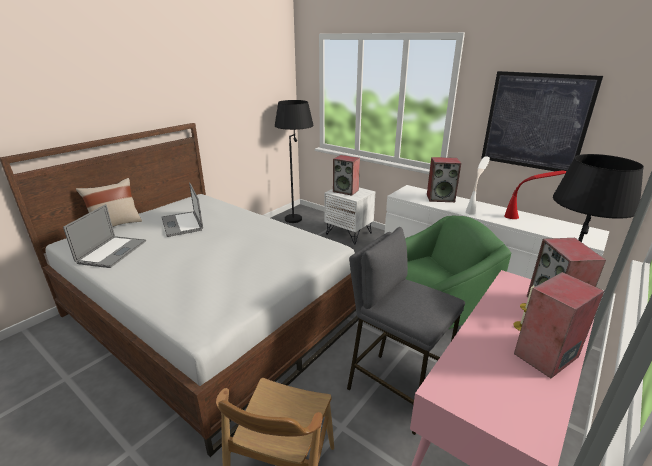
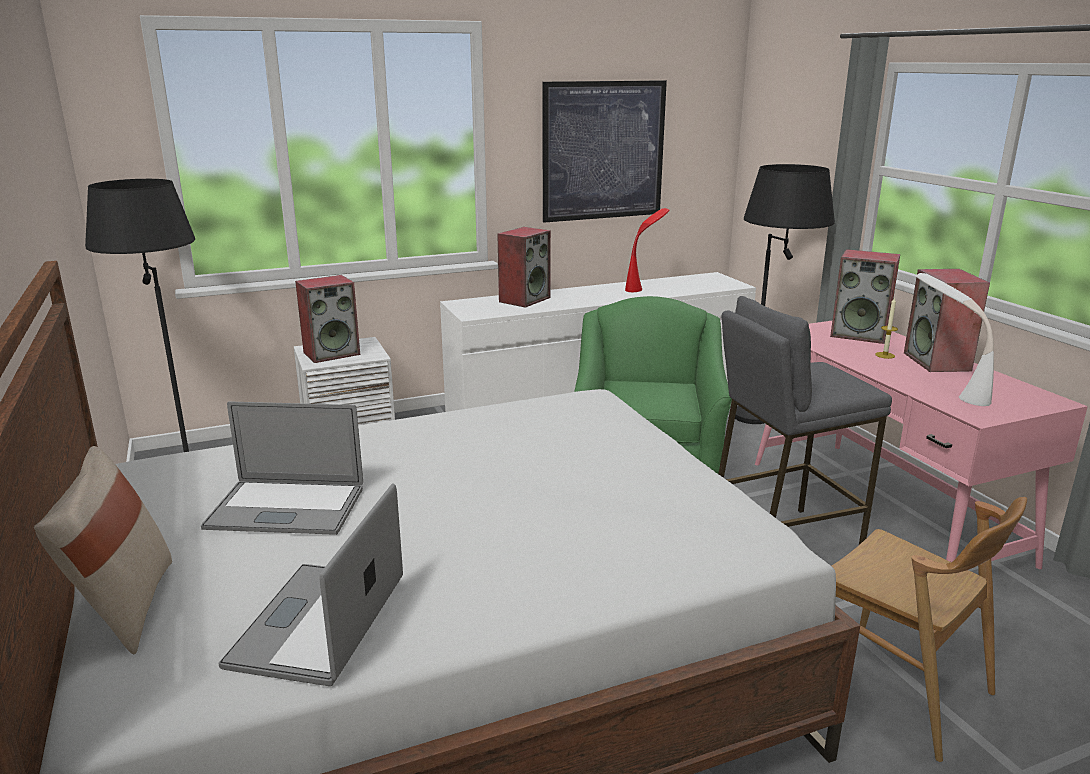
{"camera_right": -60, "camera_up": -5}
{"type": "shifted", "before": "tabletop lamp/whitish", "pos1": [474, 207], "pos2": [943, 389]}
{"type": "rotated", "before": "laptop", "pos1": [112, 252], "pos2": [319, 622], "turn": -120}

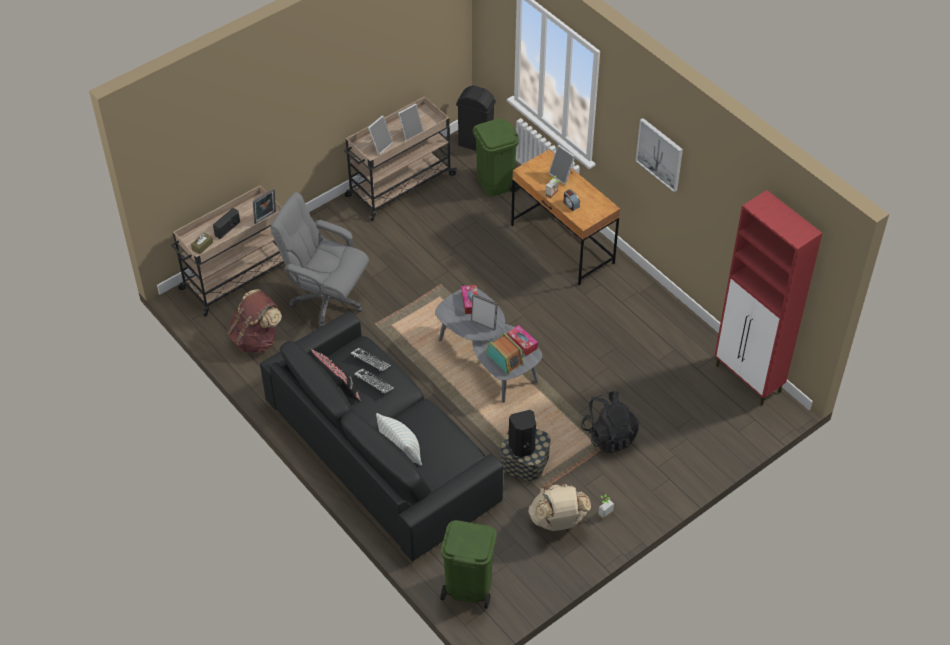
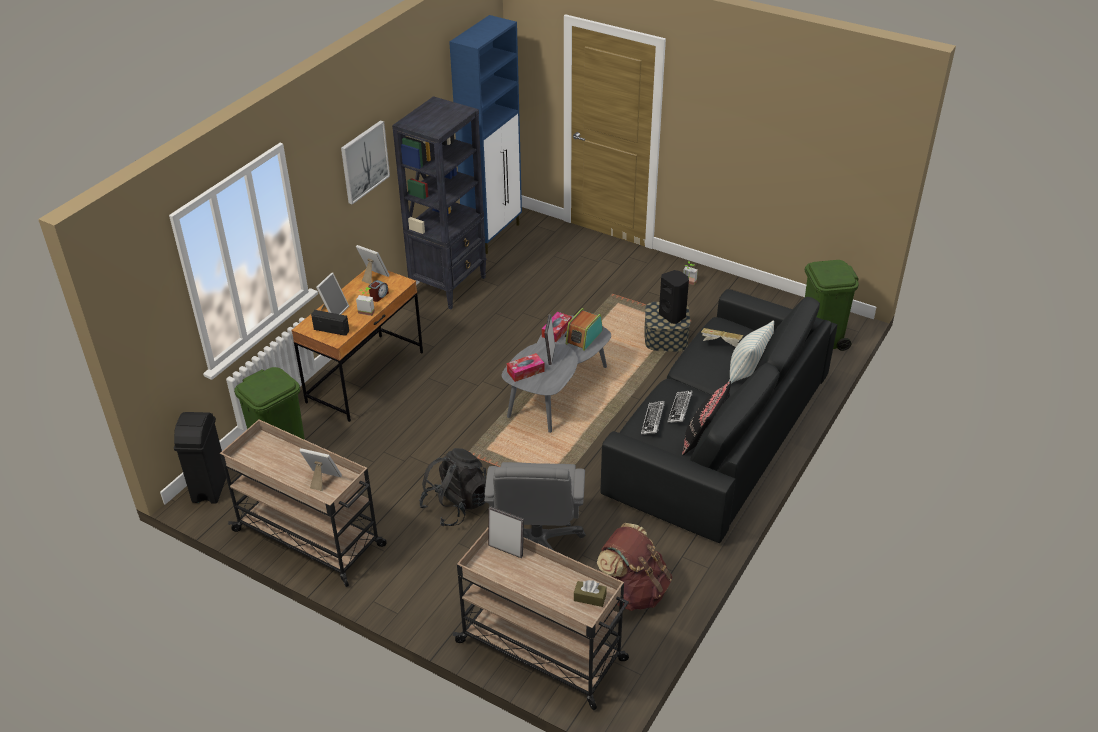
{"camera_right": -110, "camera_up": -10}
{"type": "gone", "before": "backpack/sand-coloured", "pos1": [558, 521]}
{"type": "new", "after": "bookshelf/black-coloured", "pos2": [449, 285]}
{"type": "new", "after": "book", "pos2": [720, 344]}
{"type": "shifted", "before": "radio receiver", "pos1": [227, 229], "pos2": [331, 330]}
{"type": "shifted", "before": "picture frame", "pos1": [410, 133], "pos2": [373, 277]}
{"type": "shifted", "before": "backpack/black-coloured", "pos1": [609, 435], "pos2": [456, 505]}
{"type": "repainted", "before": "cabinet/red-coloured", "after": "cabinet/bluish", "pos1": [748, 379], "pos2": [493, 235]}

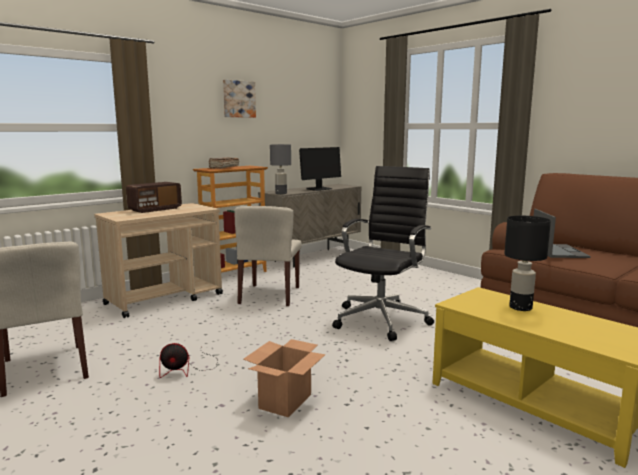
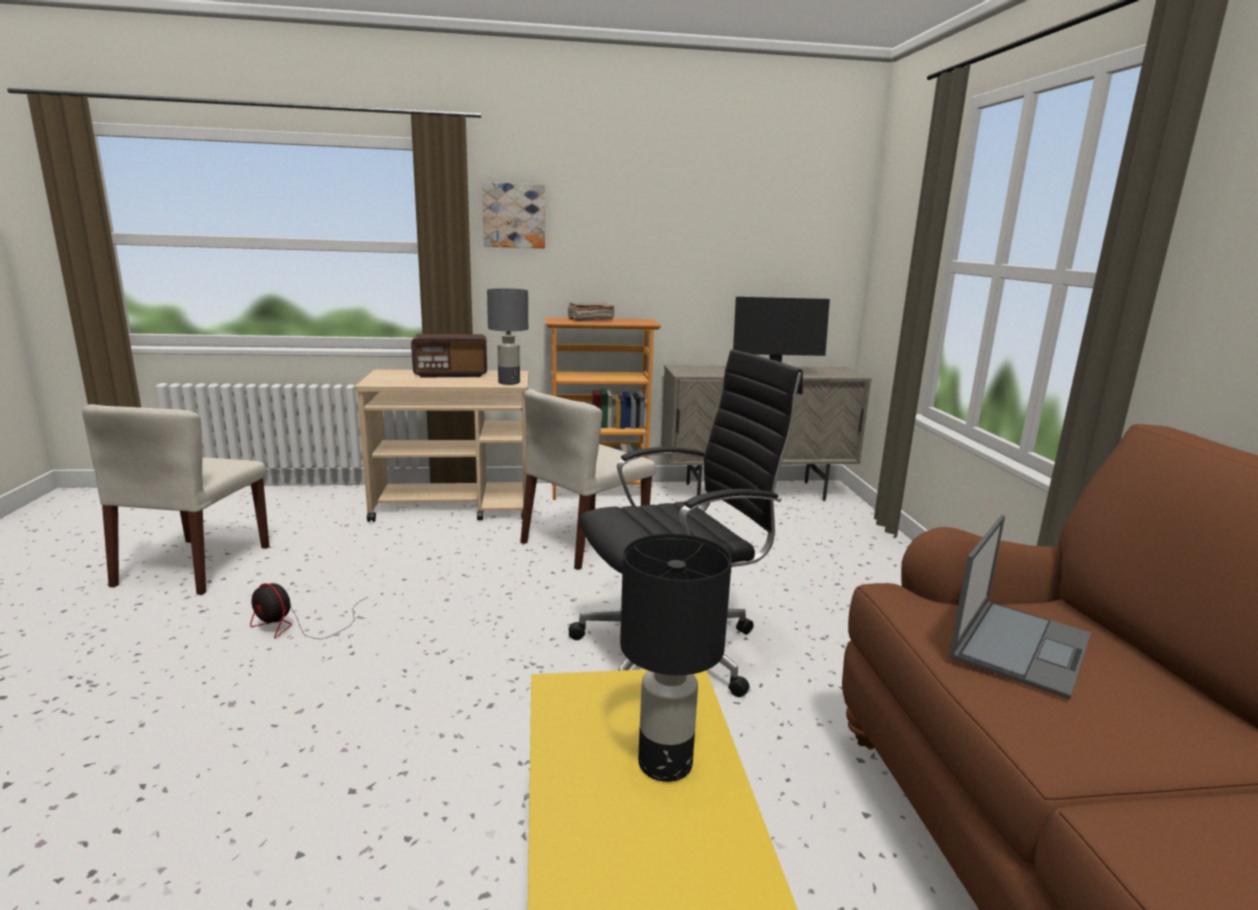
{"camera_right": 35, "camera_up": 5}
{"type": "gone", "before": "cardboard box", "pos1": [285, 401]}
{"type": "shifted", "before": "wall art", "pos1": [238, 99], "pos2": [514, 215]}
{"type": "shifted", "before": "tabletop lamp/grey", "pos1": [281, 193], "pos2": [508, 383]}

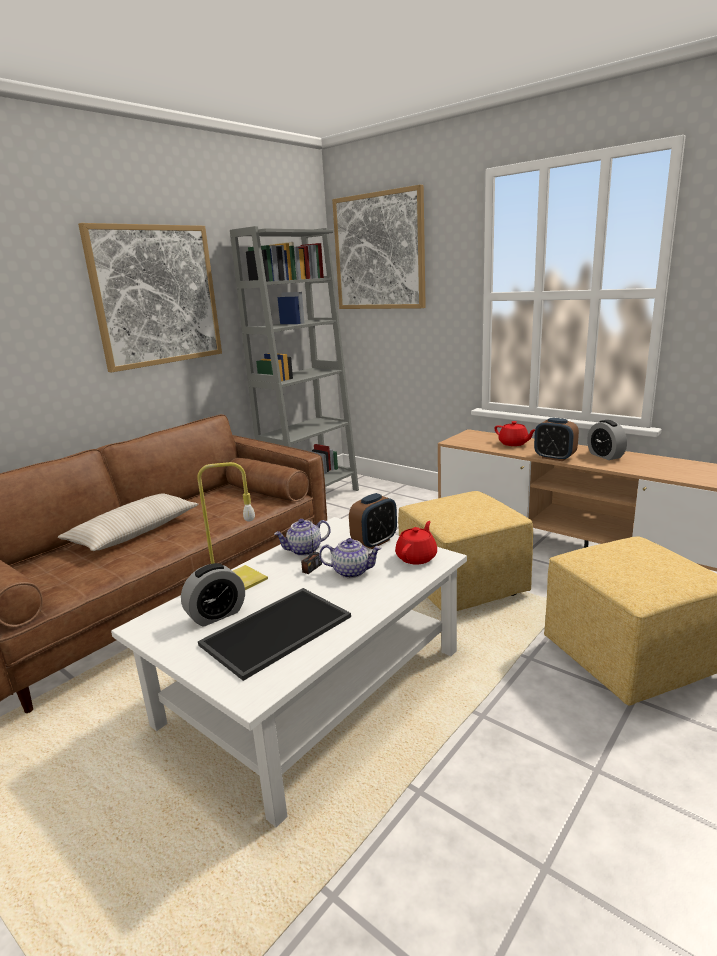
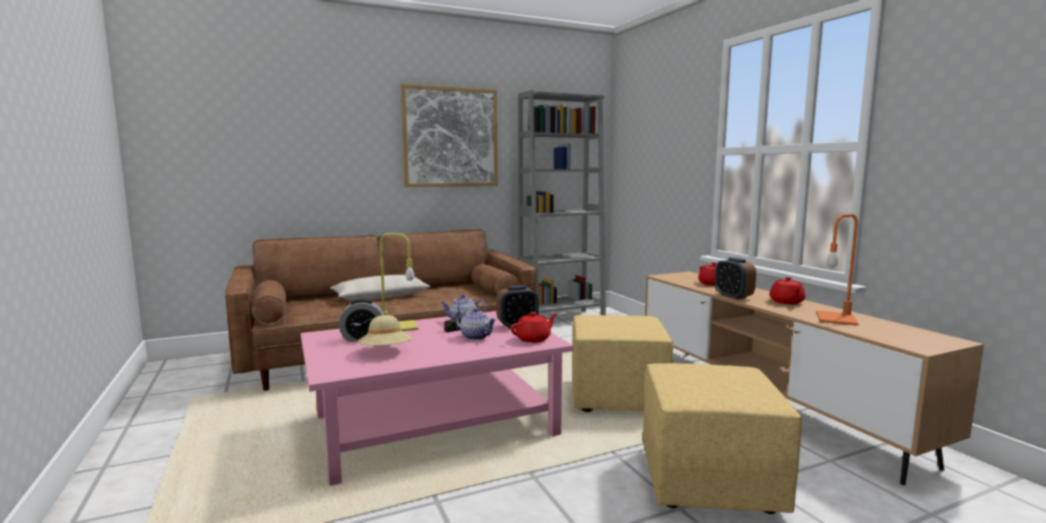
{"camera_right": 25, "camera_up": -10}
{"type": "gone", "before": "wall art", "pos1": [379, 252]}
{"type": "new", "after": "tabletop lamp/orangey", "pos2": [835, 318]}
{"type": "swapped", "before": "tray", "after": "clothing hat/sand-coloured", "pos1": [276, 629], "pos2": [386, 352]}
{"type": "swapped", "before": "bedside clock", "after": "tea pot/red-coloured", "pos1": [605, 456], "pos2": [786, 302]}
{"type": "repainted", "before": "coffee table/whitish", "after": "coffee table/pink-coloured", "pos1": [313, 686], "pos2": [434, 425]}

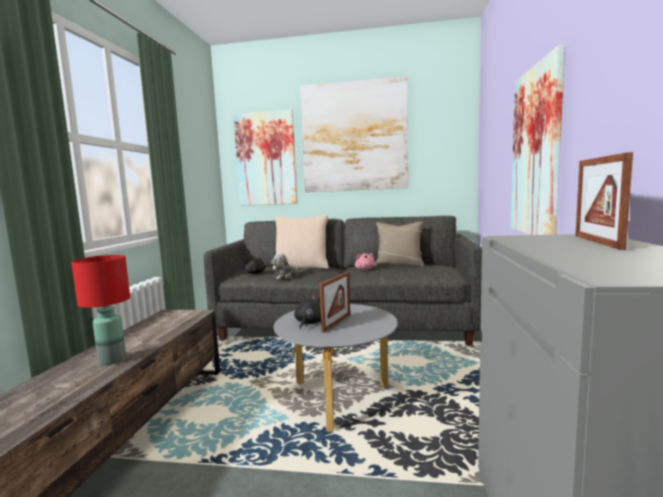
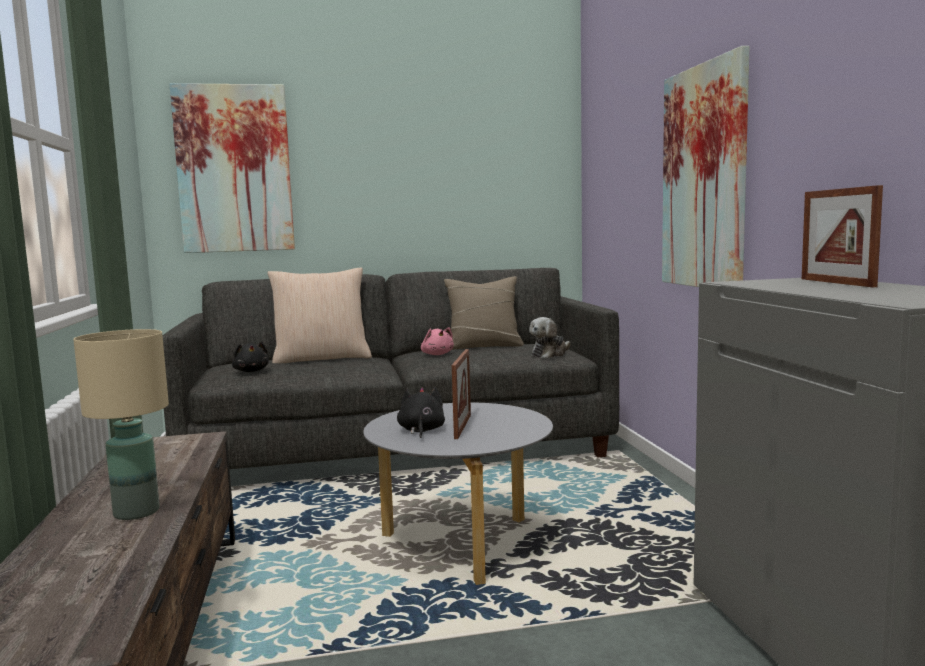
{"camera_right": -20, "camera_up": 0}
{"type": "gone", "before": "wall art", "pos1": [354, 137]}
{"type": "shifted", "before": "cuddly toy", "pos1": [287, 276], "pos2": [550, 354]}
{"type": "repainted", "before": "tabletop lamp/red-coloured", "after": "tabletop lamp/sand-coloured", "pos1": [113, 360], "pos2": [137, 512]}

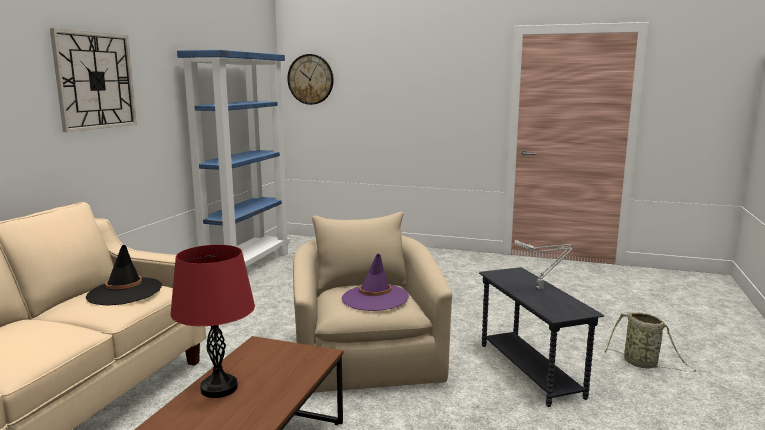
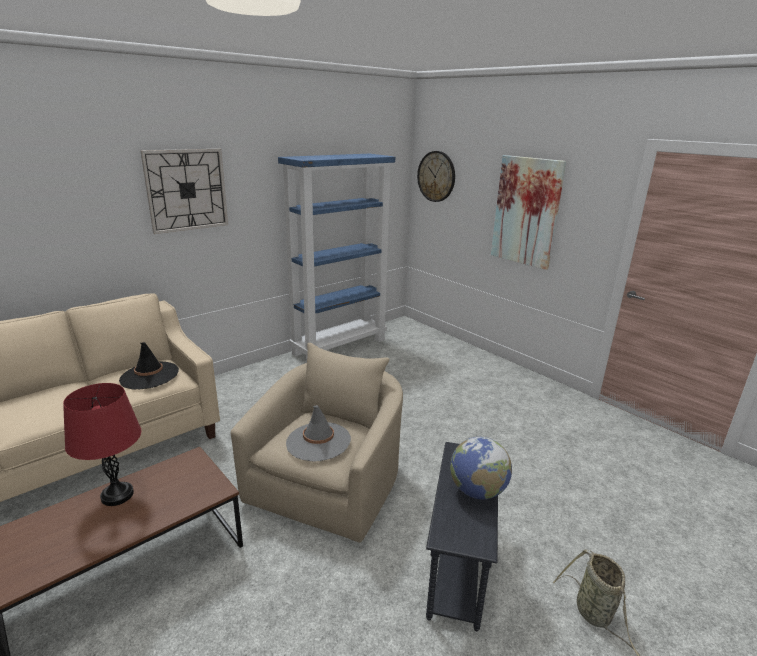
{"camera_right": 30, "camera_up": 10}
{"type": "new", "after": "wall art", "pos2": [526, 211]}
{"type": "swapped", "before": "tabletop lamp/grey", "after": "desk globe", "pos1": [541, 288], "pos2": [477, 491]}
{"type": "repainted", "before": "clothing hat/purple-coloured", "after": "clothing hat/grey", "pos1": [375, 298], "pos2": [318, 441]}

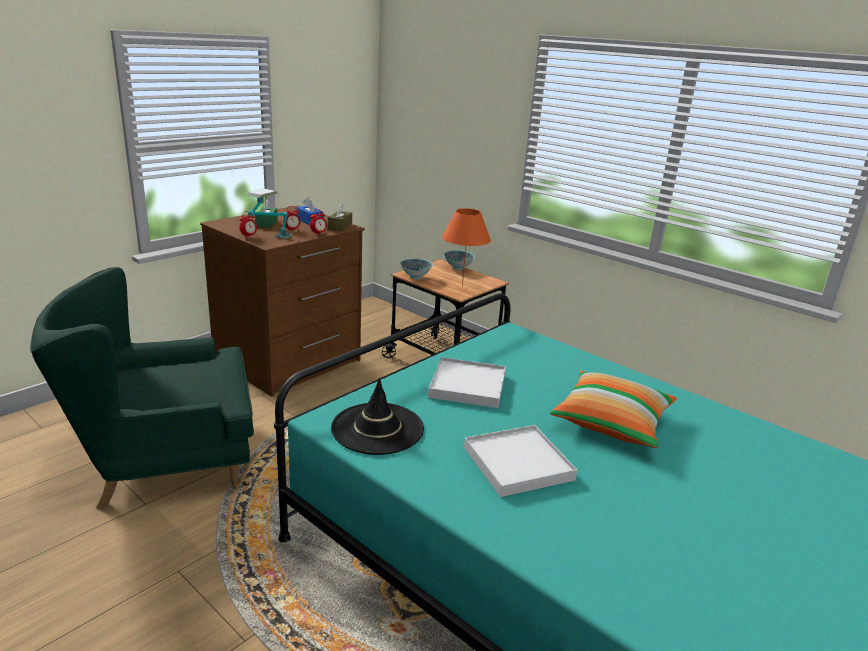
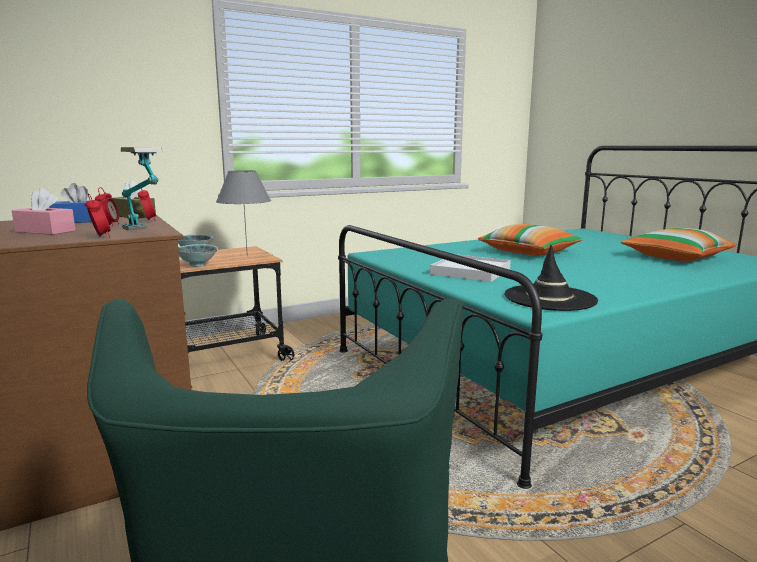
{"camera_right": -70, "camera_up": -10}
{"type": "gone", "before": "tray/whitish", "pos1": [517, 464]}
{"type": "new", "after": "cushion", "pos2": [675, 257]}
{"type": "repainted", "before": "tissue box/greenish", "after": "tissue box/pink-coloured", "pos1": [266, 223], "pos2": [45, 231]}
{"type": "repainted", "before": "tabletop lamp/orangey", "after": "tabletop lamp/grey", "pos1": [462, 286], "pos2": [247, 256]}

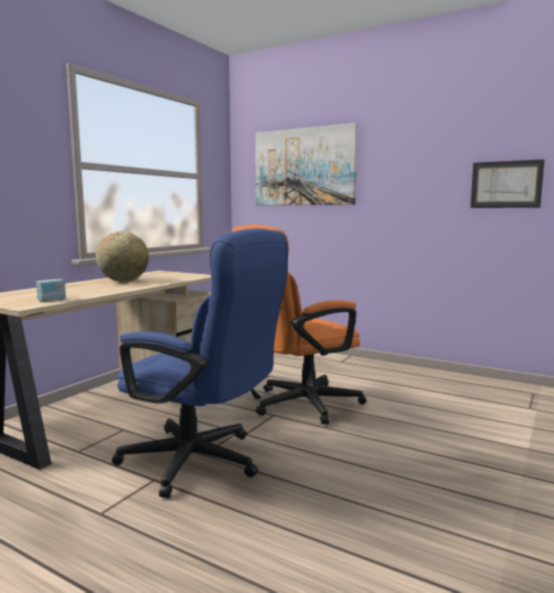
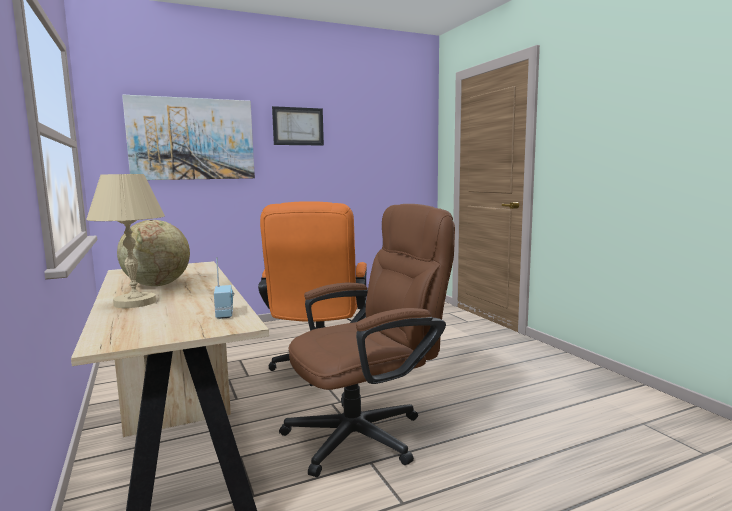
{"camera_right": -55, "camera_up": 0}
{"type": "new", "after": "tabletop lamp/sand-coloured", "pos2": [135, 303]}
{"type": "shifted", "before": "wall art", "pos1": [506, 184], "pos2": [298, 126]}
{"type": "repainted", "before": "computer chair/bluish", "after": "computer chair/brown", "pos1": [202, 463], "pos2": [367, 432]}

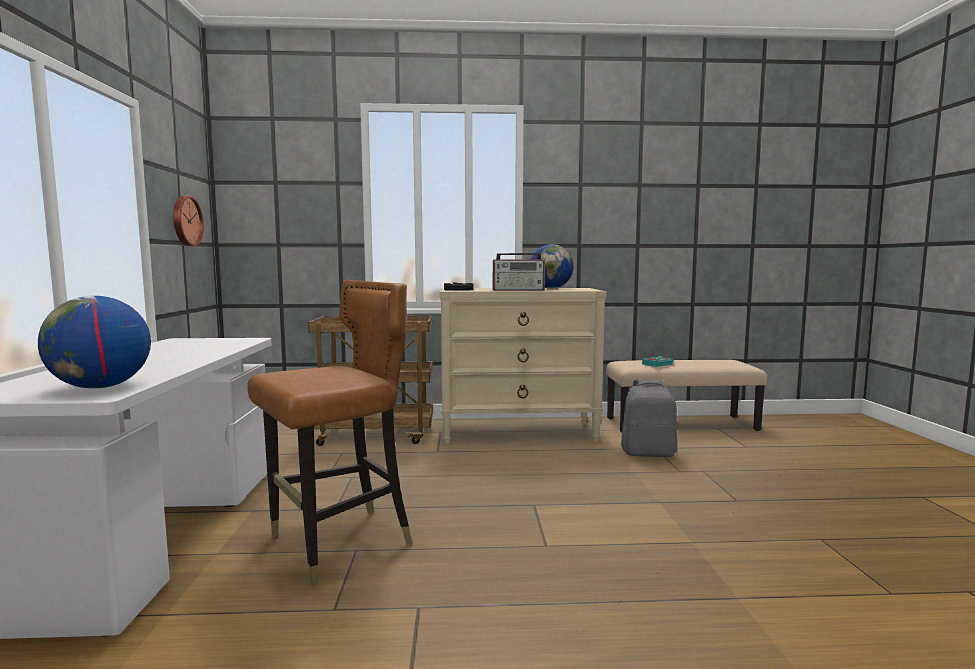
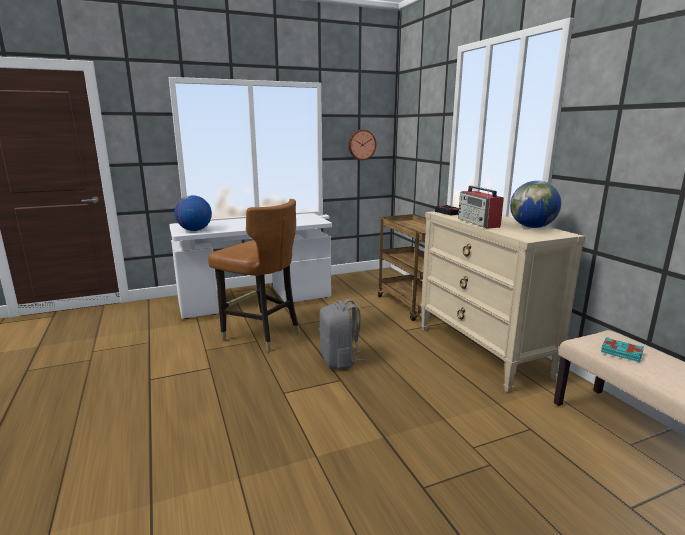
{"camera_right": 70, "camera_up": 10}
{"type": "shifted", "before": "backpack/grey", "pos1": [648, 453], "pos2": [340, 360]}

